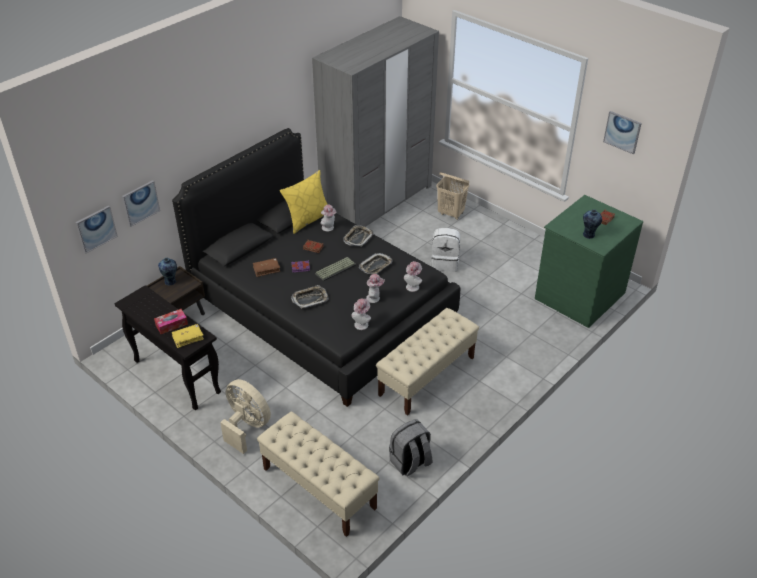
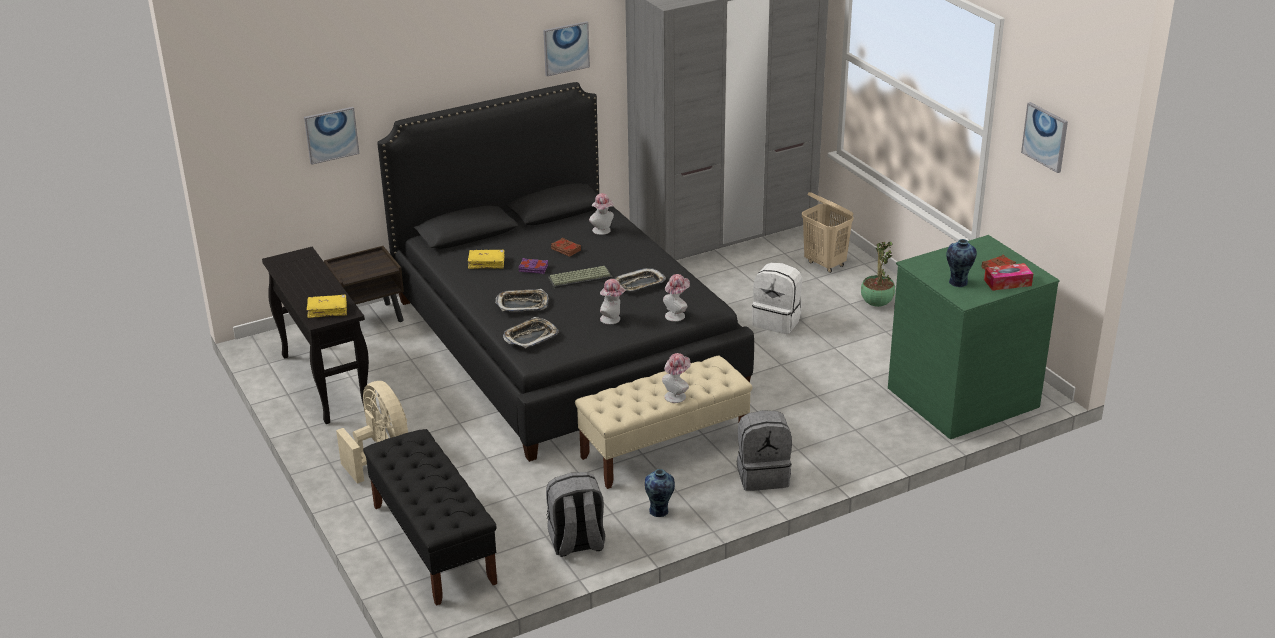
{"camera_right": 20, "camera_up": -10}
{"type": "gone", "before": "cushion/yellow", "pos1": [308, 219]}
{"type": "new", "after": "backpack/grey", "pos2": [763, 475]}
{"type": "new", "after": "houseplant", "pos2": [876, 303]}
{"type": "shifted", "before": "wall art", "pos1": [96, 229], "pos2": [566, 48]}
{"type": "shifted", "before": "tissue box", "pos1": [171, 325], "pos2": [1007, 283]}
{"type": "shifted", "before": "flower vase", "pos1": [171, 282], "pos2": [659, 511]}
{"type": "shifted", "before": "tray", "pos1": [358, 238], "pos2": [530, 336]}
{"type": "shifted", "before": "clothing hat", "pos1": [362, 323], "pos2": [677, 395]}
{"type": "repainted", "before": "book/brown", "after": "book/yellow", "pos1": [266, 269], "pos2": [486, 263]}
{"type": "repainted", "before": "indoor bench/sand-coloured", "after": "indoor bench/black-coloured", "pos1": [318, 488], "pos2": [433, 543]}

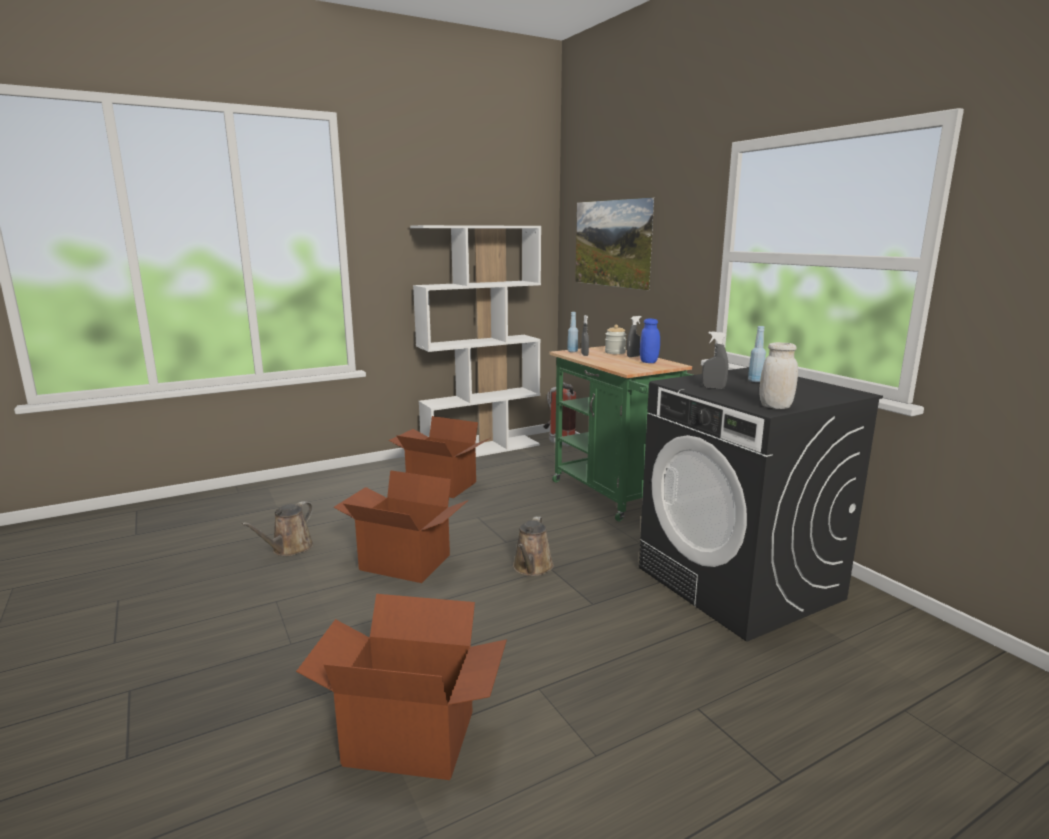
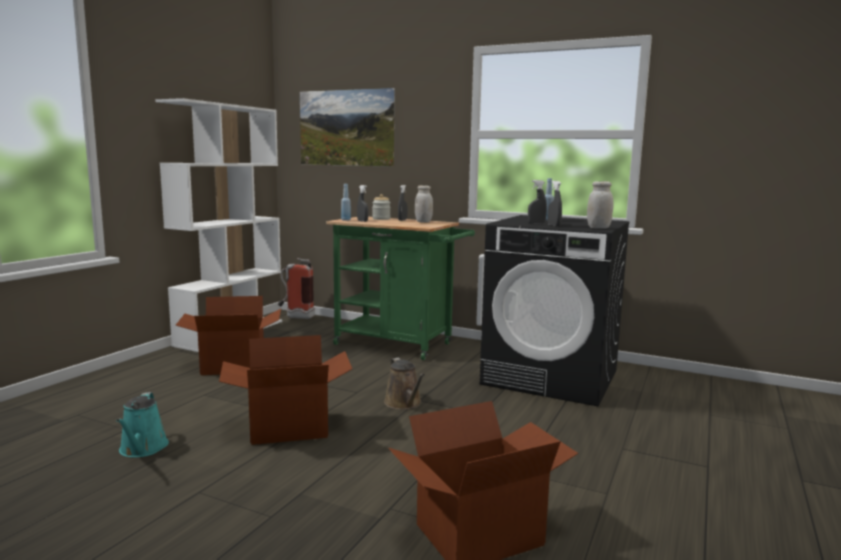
{"camera_right": -35, "camera_up": -5}
{"type": "new", "after": "hand sprayer/grey", "pos2": [553, 225]}
{"type": "repainted", "before": "watering pot/brown", "after": "watering pot/blue-green", "pos1": [289, 549], "pos2": [142, 449]}
{"type": "repainted", "before": "preserve jar/bluish", "after": "preserve jar/whitish", "pos1": [648, 362], "pos2": [423, 222]}

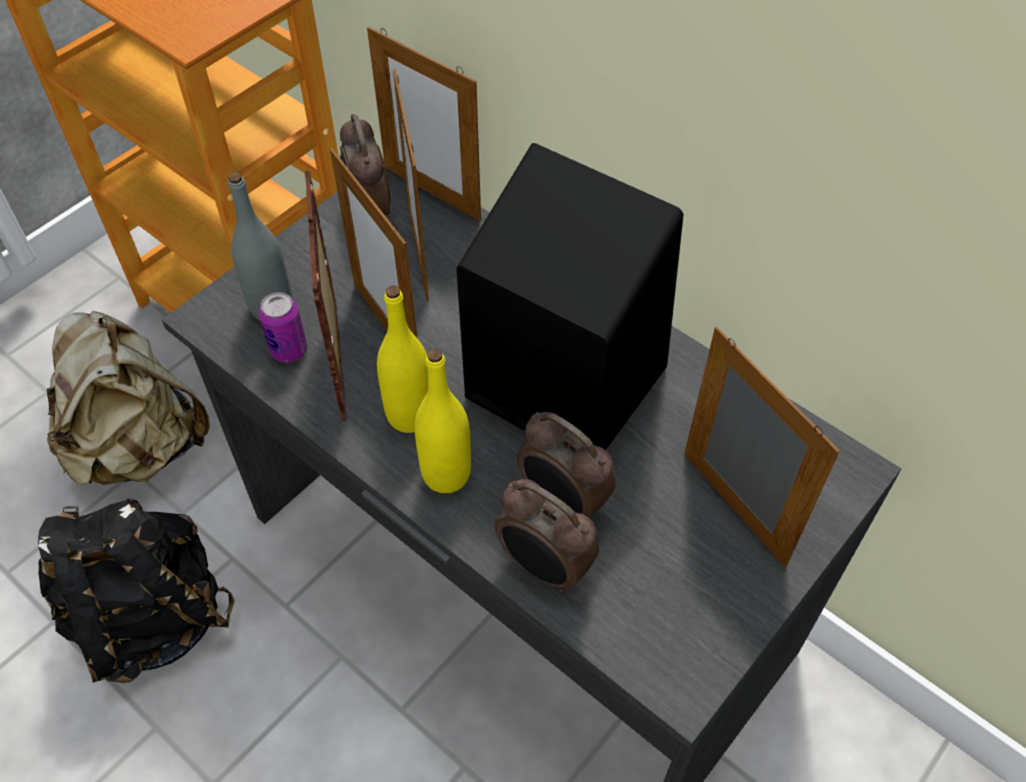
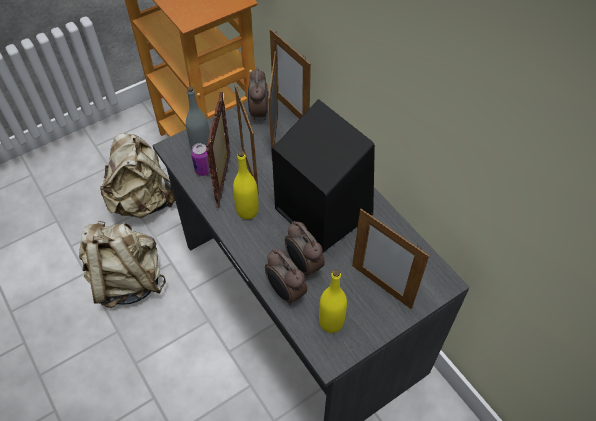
{"camera_right": 15, "camera_up": 0}
{"type": "shifted", "before": "beverage bottle/yellow", "pos1": [446, 474], "pos2": [331, 322]}
{"type": "repainted", "before": "backpack/black-coloured", "after": "backpack/sand-coloured", "pos1": [149, 616], "pos2": [127, 280]}
{"type": "rotated", "before": "picture frame", "pos1": [733, 508], "pos2": [381, 286], "turn": 150}

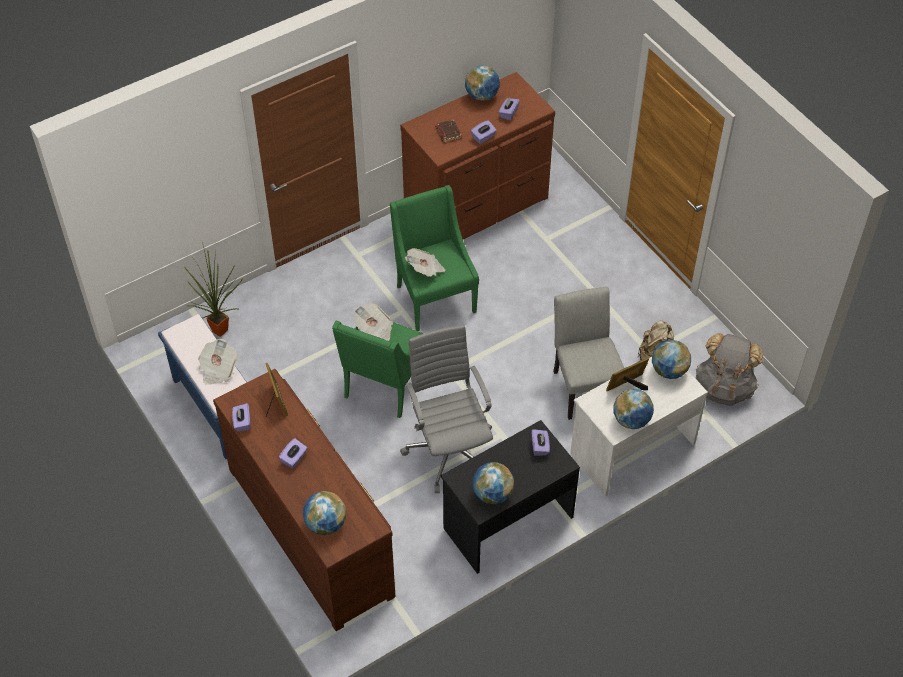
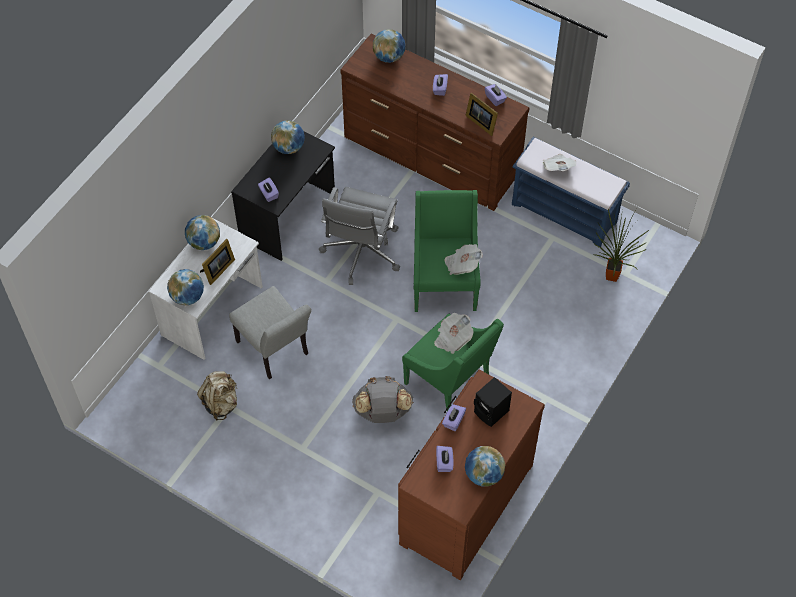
{"camera_right": 155, "camera_up": 5}
{"type": "shifted", "before": "backpack/grey", "pos1": [724, 387], "pos2": [383, 412]}
{"type": "swapped", "before": "book/brown", "after": "loudspeaker/black-coloured", "pos1": [447, 132], "pos2": [492, 412]}
{"type": "rotated", "before": "computer chair/grey", "pos1": [450, 449], "pos2": [361, 253], "turn": 60}

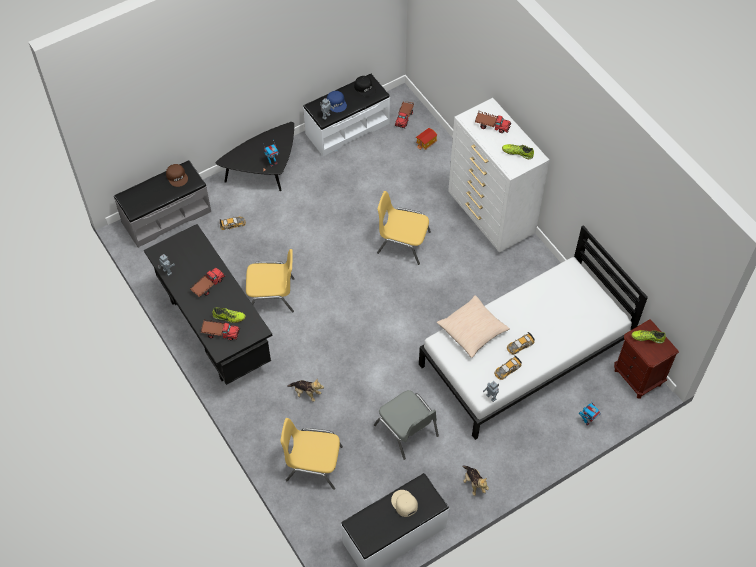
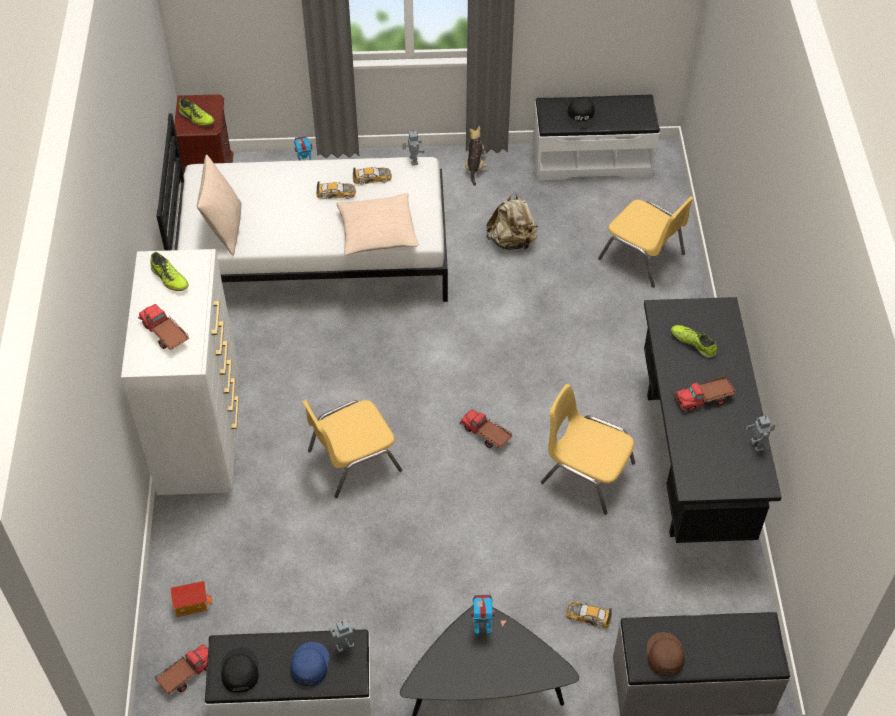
{"camera_right": -150, "camera_up": -5}
{"type": "gone", "before": "cuddly toy", "pos1": [306, 393]}
{"type": "new", "after": "cushion/sand-coloured", "pos2": [224, 228]}
{"type": "shifted", "before": "model truck", "pos1": [220, 332], "pos2": [486, 434]}
{"type": "swapped", "before": "plain chair/grey", "after": "backpack/sand-coloured", "pos1": [407, 431], "pos2": [512, 241]}
{"type": "repainted", "before": "peaked cap/sand-coloured", "after": "peaked cap/black-coloured", "pos1": [404, 503], "pos2": [581, 116]}
{"type": "rotated", "before": "plain chair/yellow", "pos1": [402, 242], "pos2": [352, 460], "turn": 105}

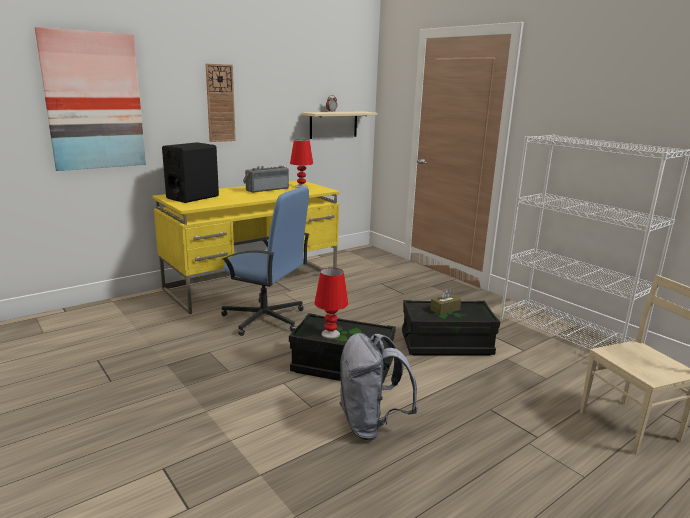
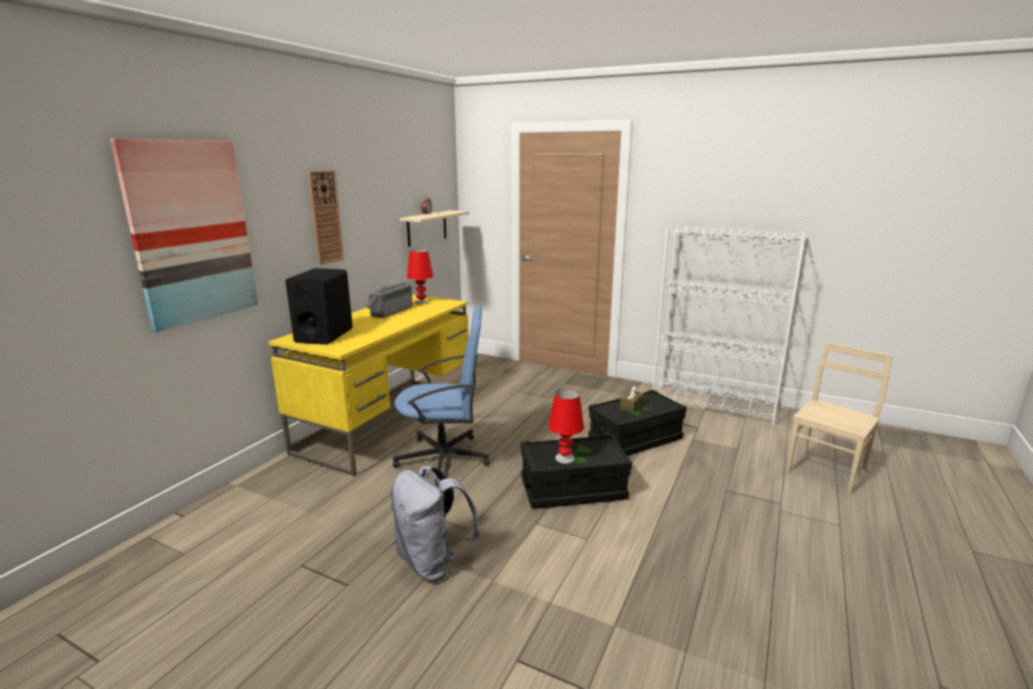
{"camera_right": -25, "camera_up": 0}
{"type": "shifted", "before": "backpack/grey", "pos1": [371, 425], "pos2": [433, 562]}

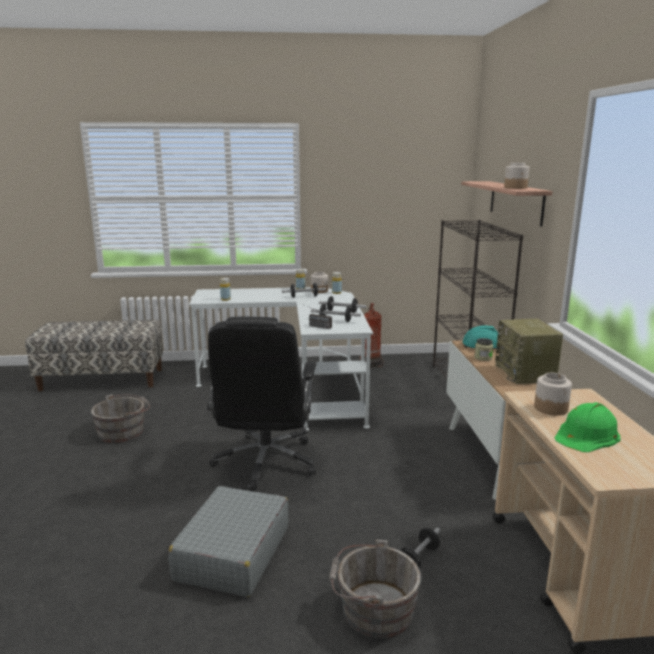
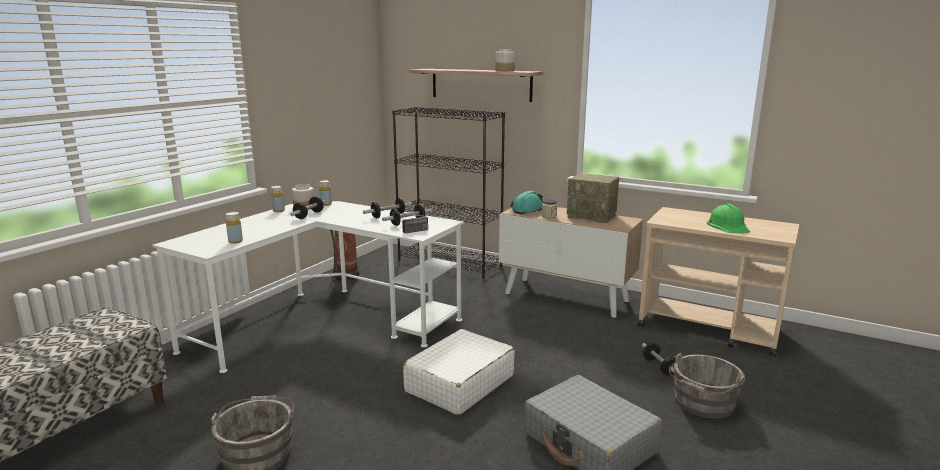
{"camera_right": -55, "camera_up": 0}
{"type": "gone", "before": "preserve jar", "pos1": [551, 408]}
{"type": "swapped", "before": "computer chair/black-coloured", "after": "piece of luggage/whitish", "pos1": [265, 463], "pos2": [459, 383]}

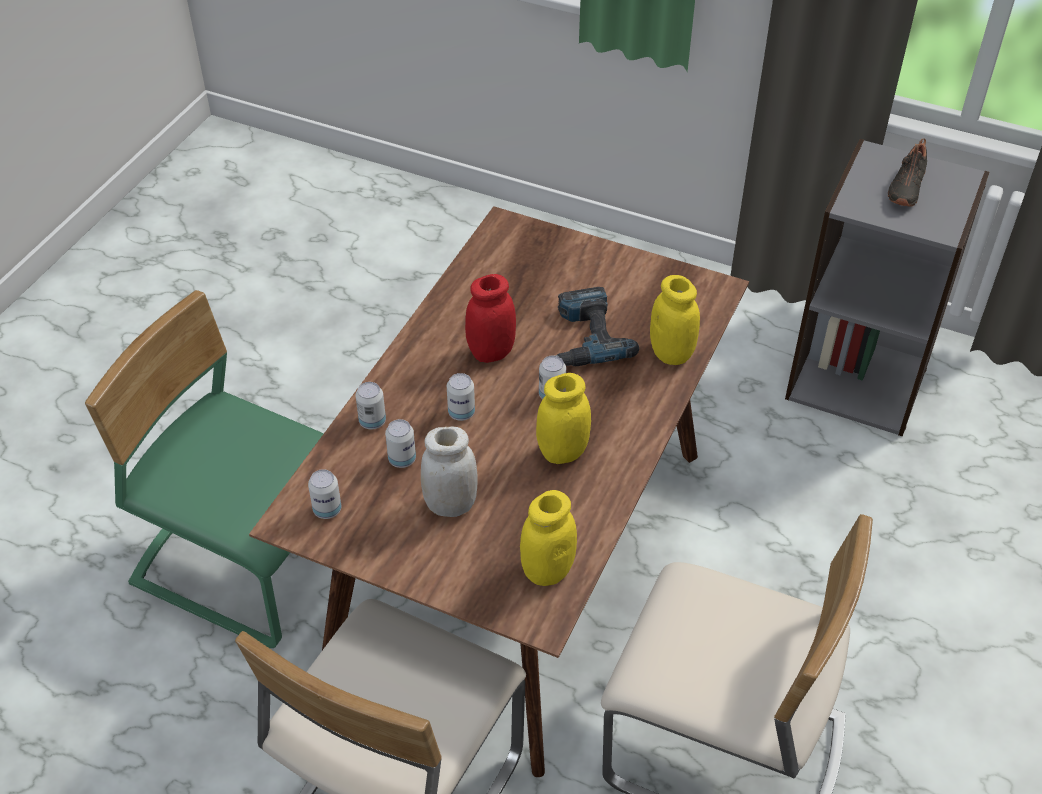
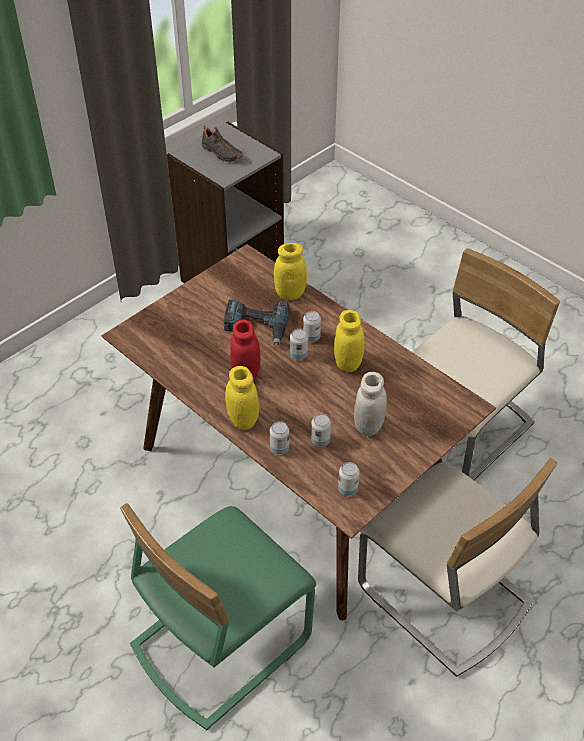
{"camera_right": -70, "camera_up": 0}
{"type": "shifted", "before": "can", "pos1": [461, 413], "pos2": [311, 337]}
{"type": "shifted", "before": "preserve jar/yellow", "pos1": [547, 570], "pos2": [243, 420]}

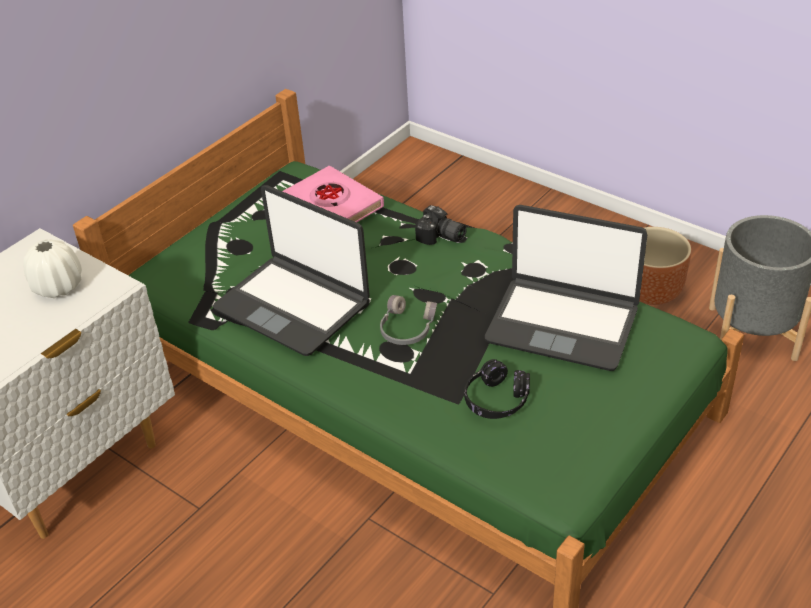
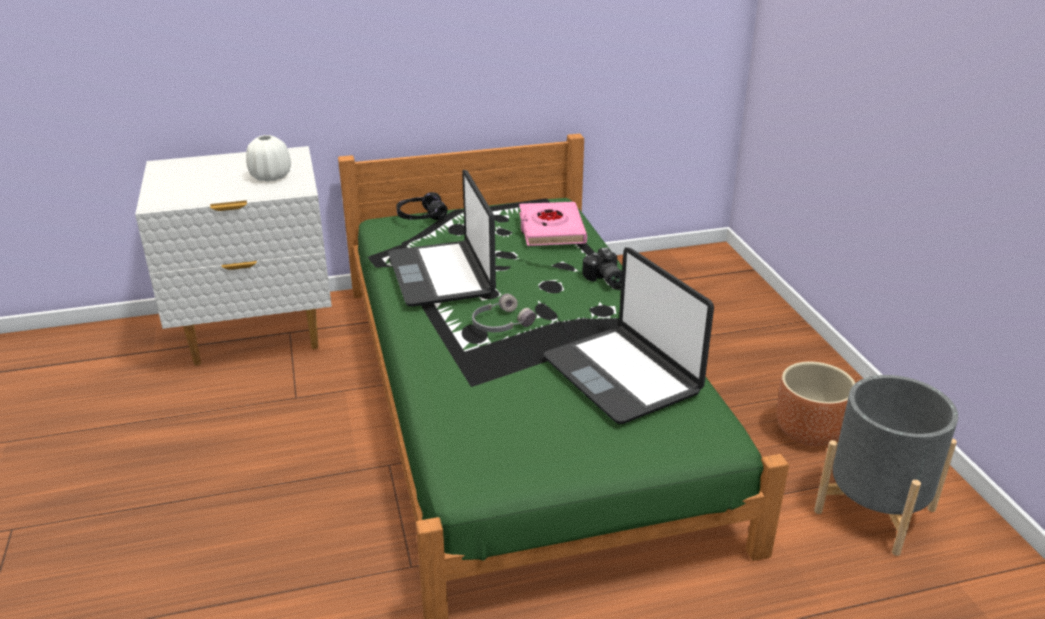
{"camera_right": 35, "camera_up": -10}
{"type": "shifted", "before": "pair of headphones/black-coloured", "pos1": [496, 400], "pos2": [421, 216]}

